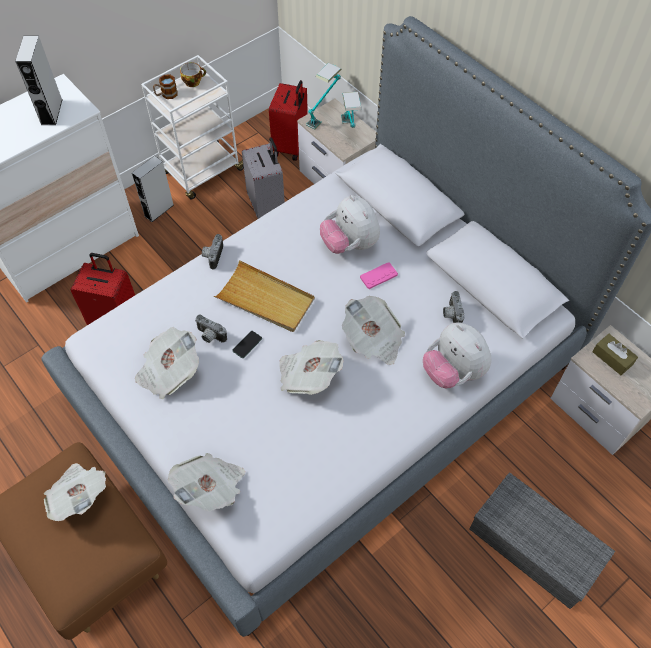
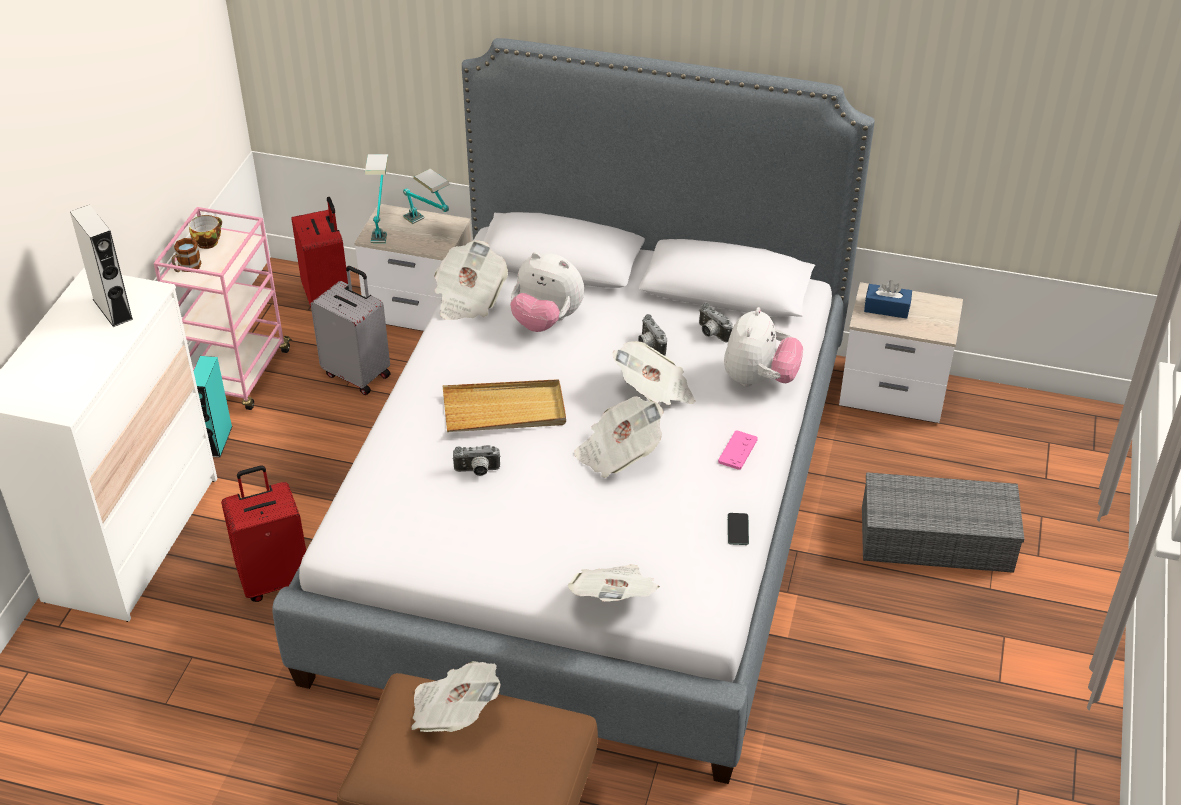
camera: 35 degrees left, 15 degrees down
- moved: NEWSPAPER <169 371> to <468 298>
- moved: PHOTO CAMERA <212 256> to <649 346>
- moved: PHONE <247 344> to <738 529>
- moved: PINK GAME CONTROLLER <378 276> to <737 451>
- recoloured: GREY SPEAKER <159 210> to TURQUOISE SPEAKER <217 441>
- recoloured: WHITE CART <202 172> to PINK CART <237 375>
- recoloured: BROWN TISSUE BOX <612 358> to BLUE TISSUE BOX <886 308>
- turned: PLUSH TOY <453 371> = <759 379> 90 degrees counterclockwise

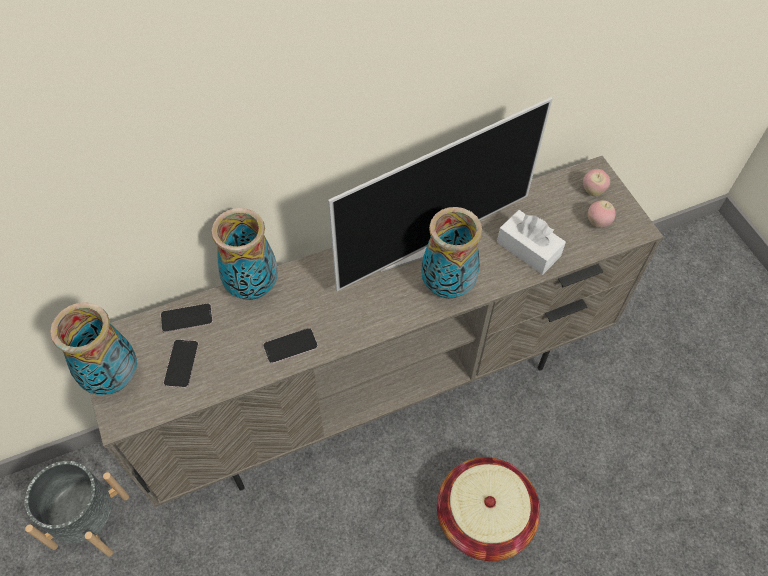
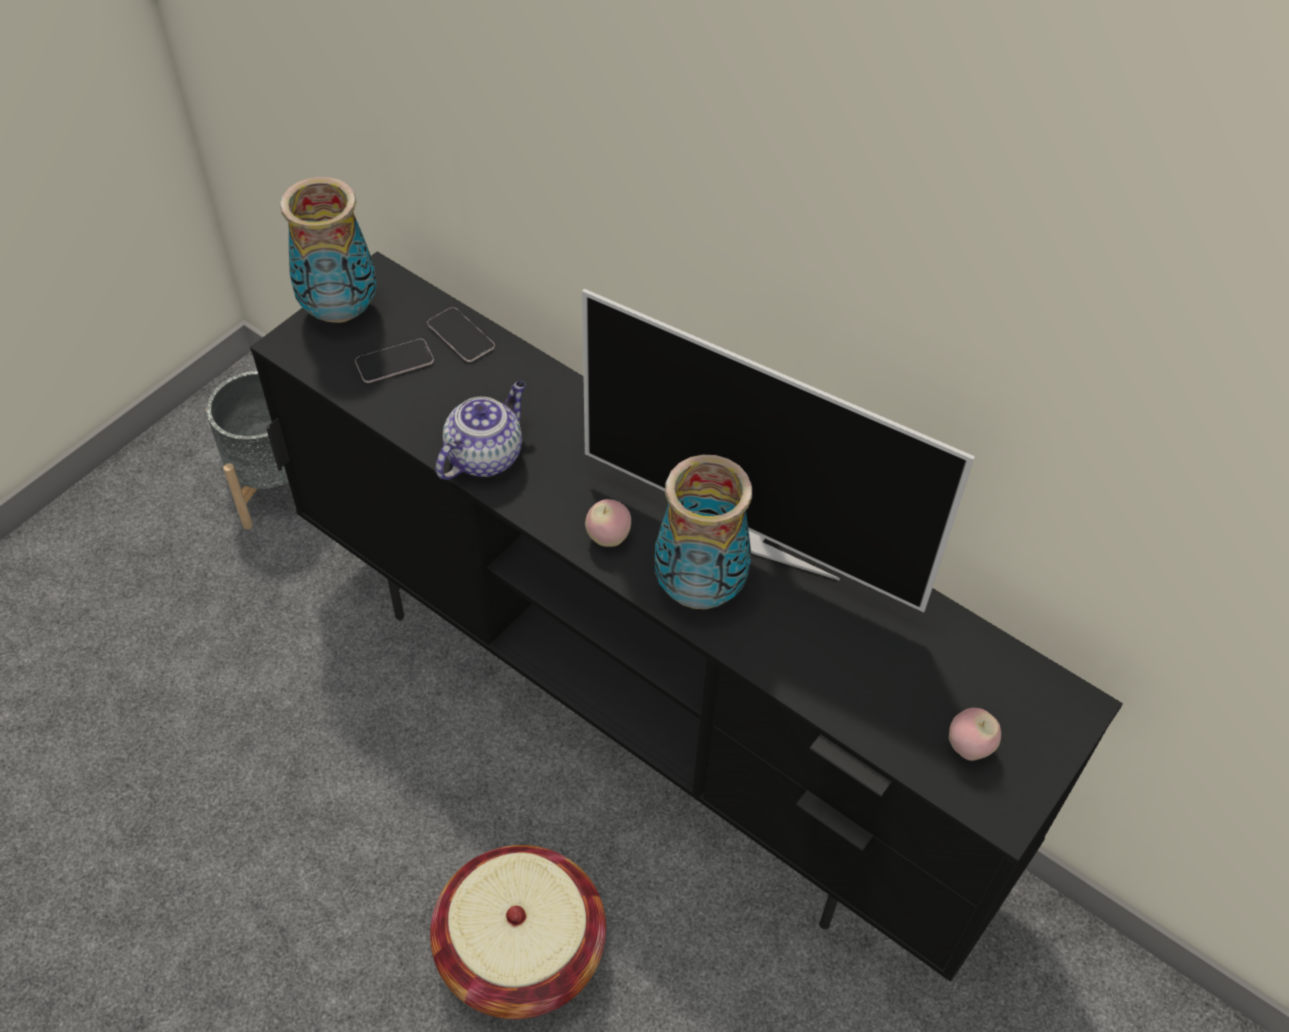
camera: 60 degrees right, 5 degrees down
- removed: VASE <253 286>
- removed: WHITE TISSUE BOX <528 249>
- moved: APPLE <592 191> to <608 537>
- replaced: PHONE <290 346> to TEAPOT <485 455>
- recoloured: BEIGE TV STAND <383 389> to BLACK TV STAND <644 715>

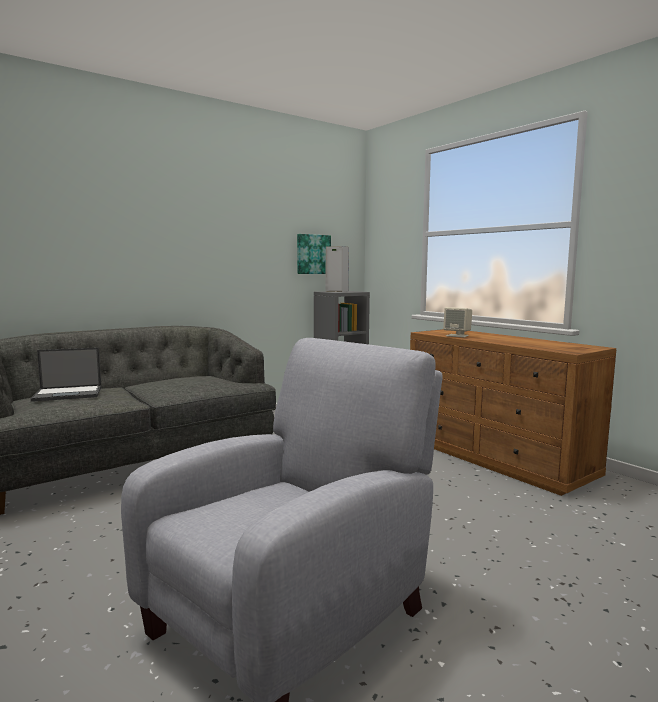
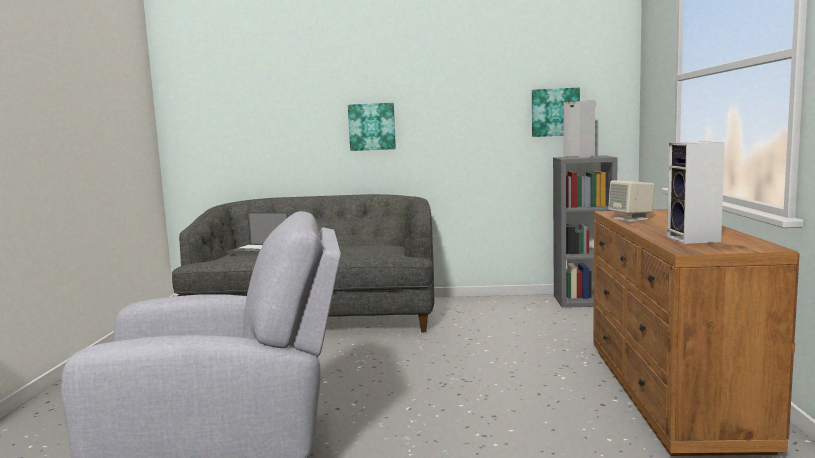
camera: 40 degrees right, 0 degrees up
- added: PICTURE <372 126>
- added: SPEAKER <695 240>

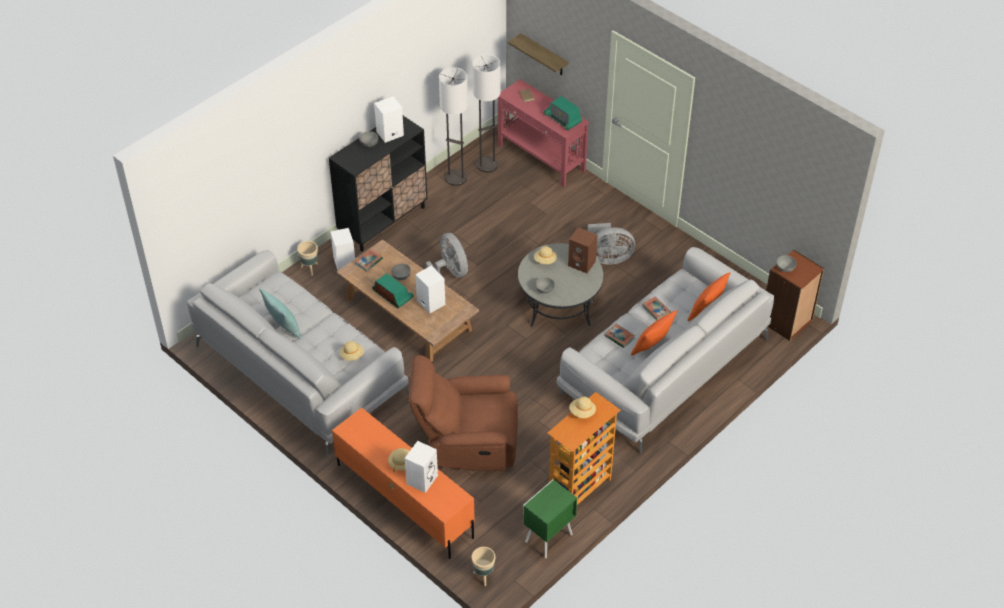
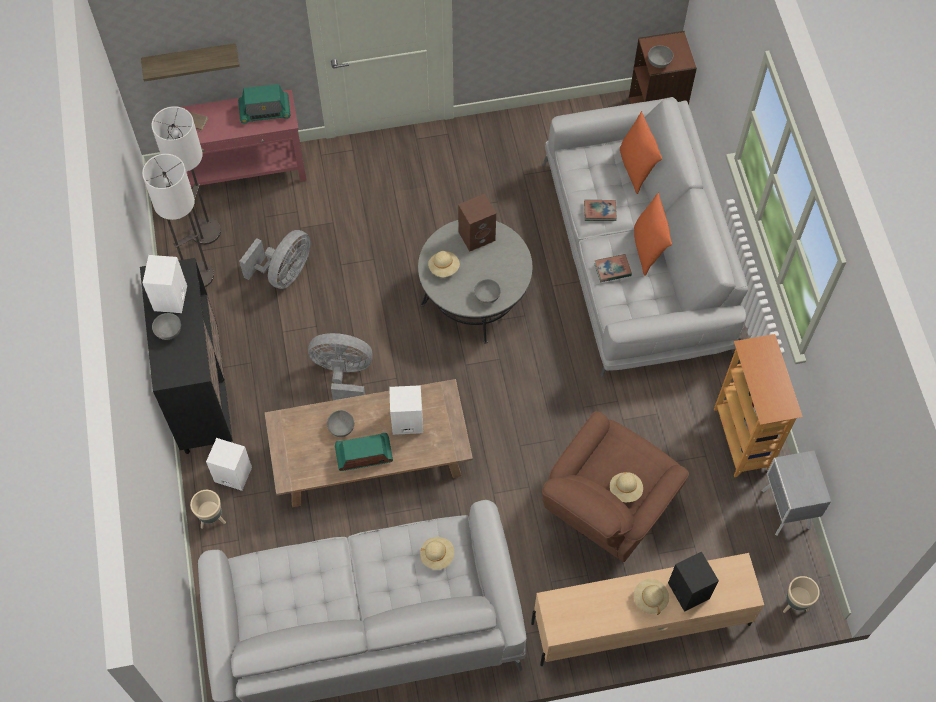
camera: 55 degrees left, 15 degrees up
- removed: TURQUOISE PILLOW <283 327>
- removed: BOOK <368 261>
- moved: BEIGE HAT <582 412> to <625 490>
- moved: GREY FAN <608 257> to <284 273>
- recoloured: ORANGE TV STAND <404 500> to BEIGE TV STAND <639 623>
- recoloured: WHITE SPEAKER <422 479> to BLACK SPEAKER <687 590>
- recoloured: GREEN NIGHTSTAND <547 538> to GREY NIGHTSTAND <785 511>

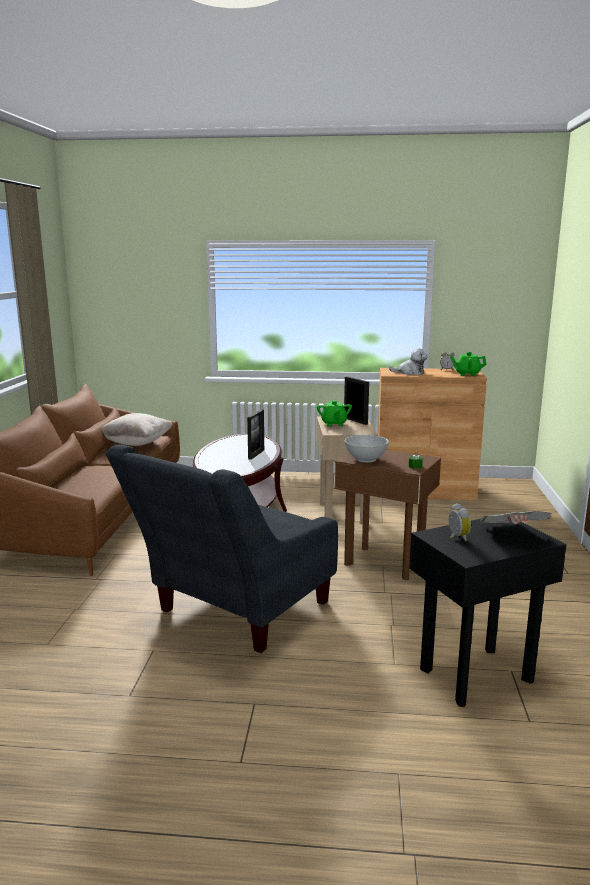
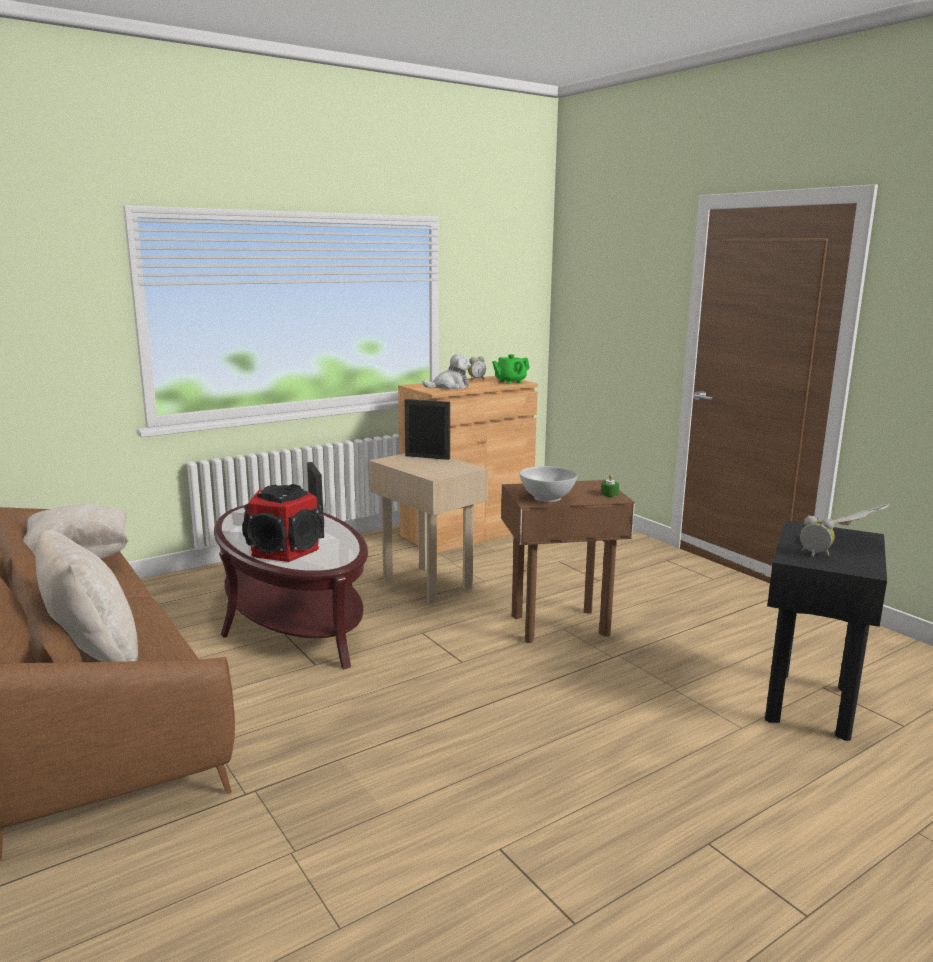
camera: 40 degrees left, 0 degrees up
- removed: GREY ARMCHAIR <232 614>
- removed: GREEN TEAPOT <333 424>
- added: BEIGE PILLOW <92 652>
- added: SPEAKER <284 550>

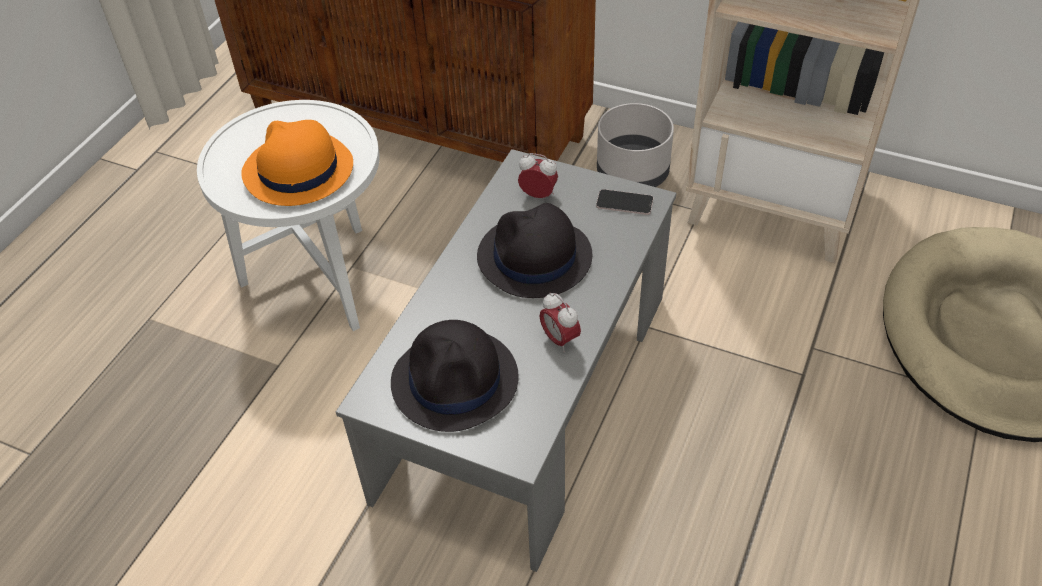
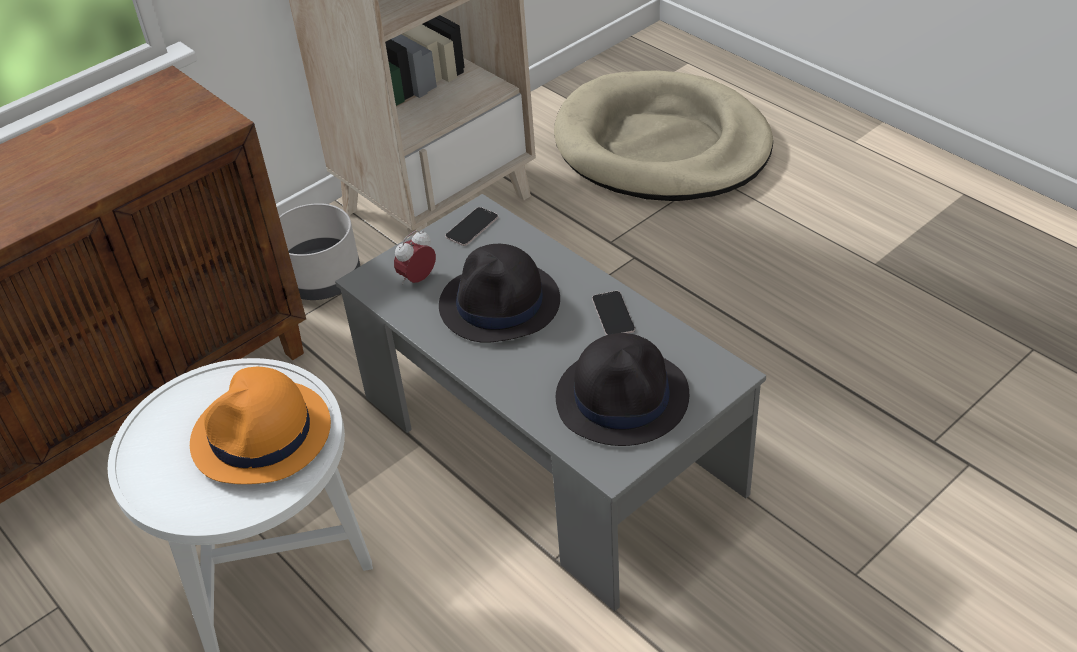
camera: 65 degrees left, 5 degrees down
- replaced: ALARM CLOCK <559 339> to PHONE <613 314>

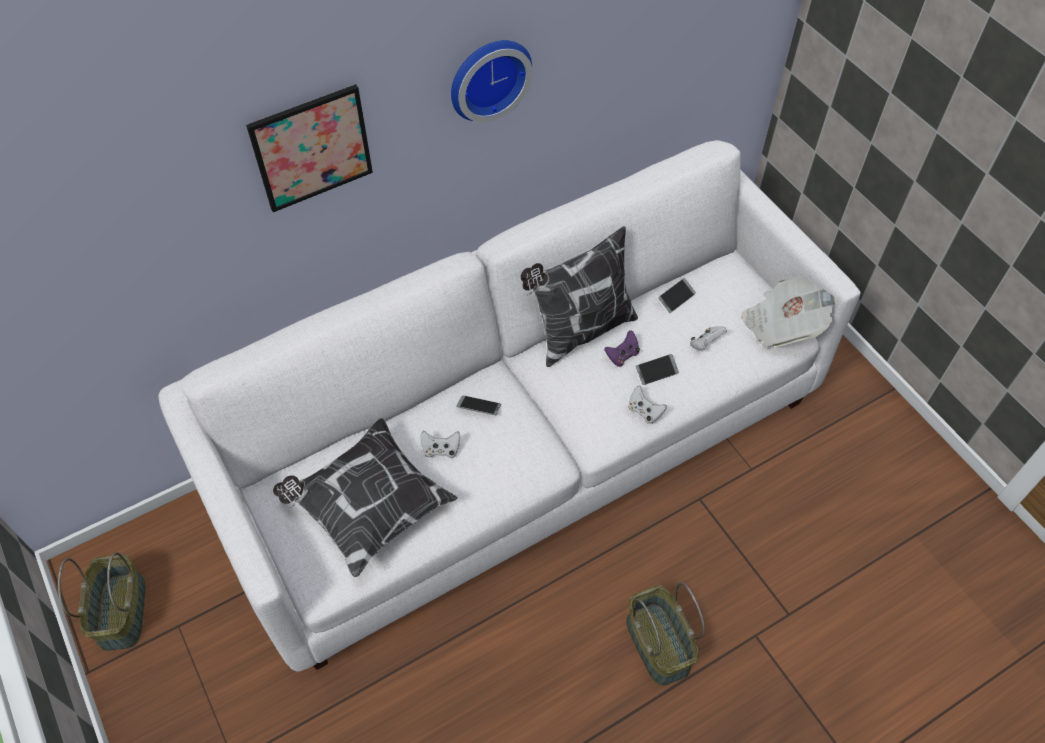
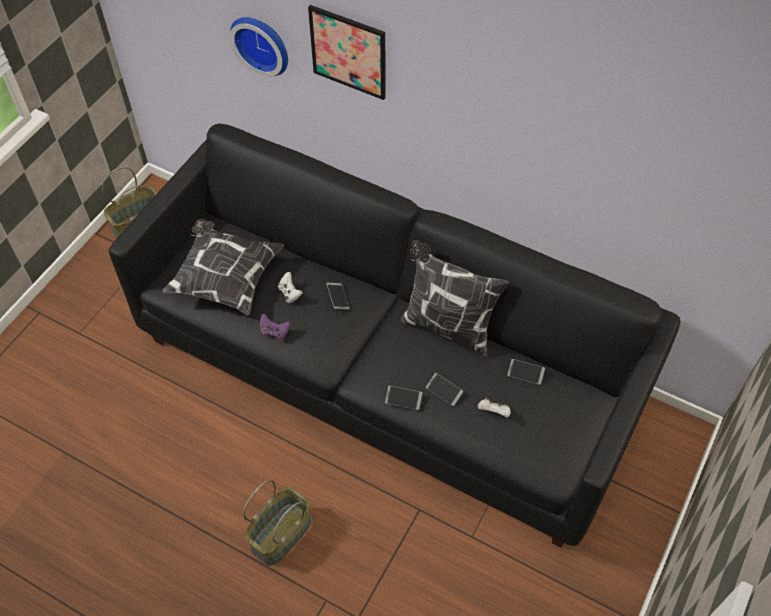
camera: 60 degrees right, 0 degrees up
- removed: NEWSPAPER <783 324>
- moved: WALL CLOCK <487 76> to <262 43>
- moved: PURPLE GAME CONTROLLER <622 355> to <274 332>
- replaced: WHITE GAME CONTROLLER <644 411> to PHONE <403 399>
- recoloured: WHITE SOFA <522 446> to BLACK SOFA <386 370>

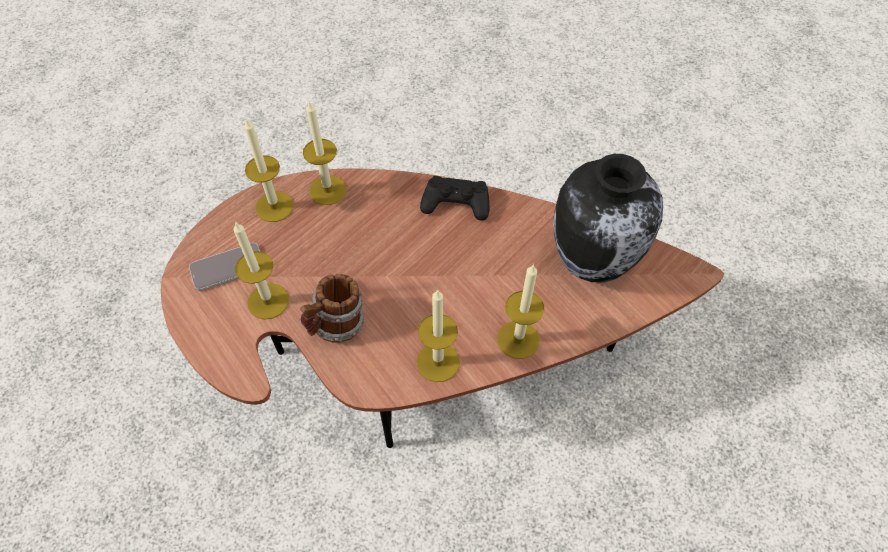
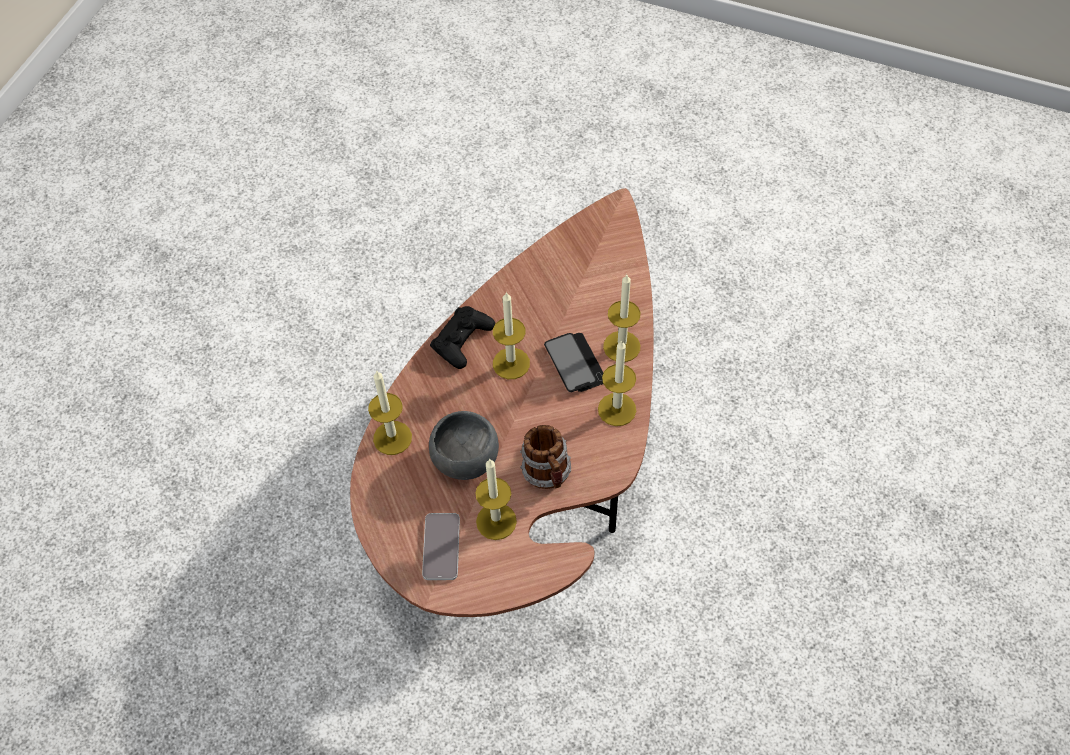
camera: 65 degrees left, 0 degrees up
- removed: VASE <592 263>
- added: GREY BOWL <464 457>
- added: PHONE <575 363>
- moved: CANDLE <274 206> to <511 363>

